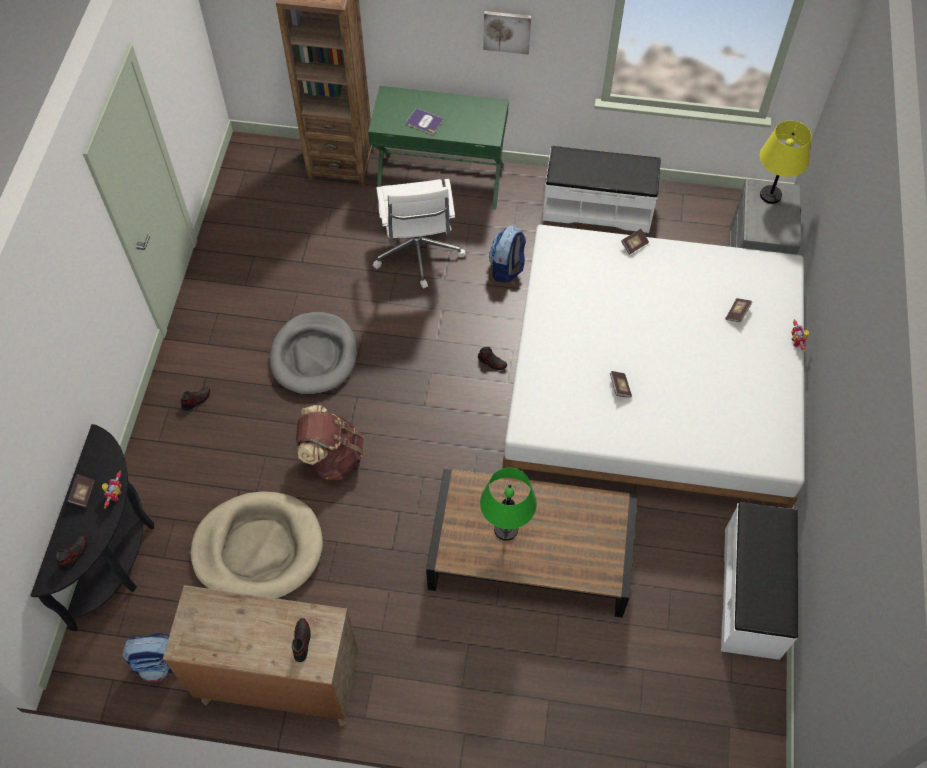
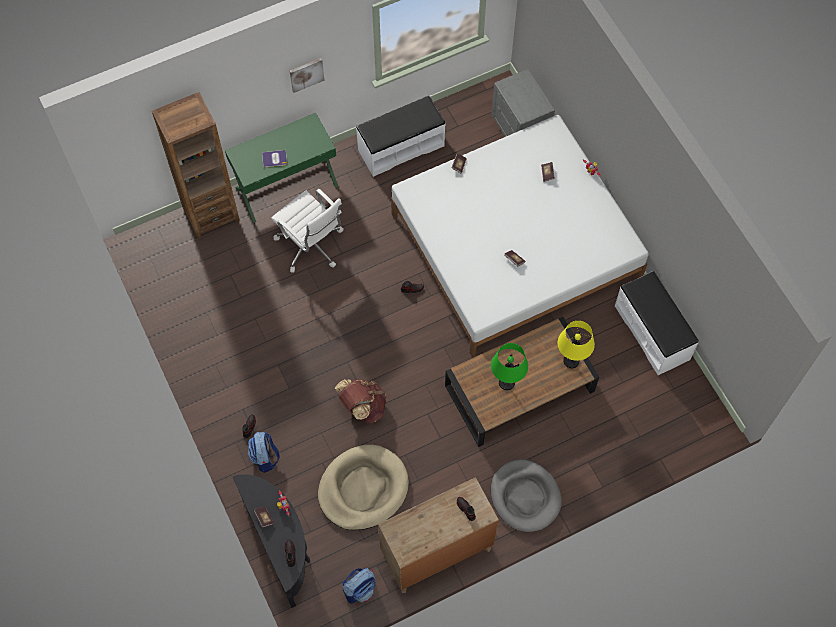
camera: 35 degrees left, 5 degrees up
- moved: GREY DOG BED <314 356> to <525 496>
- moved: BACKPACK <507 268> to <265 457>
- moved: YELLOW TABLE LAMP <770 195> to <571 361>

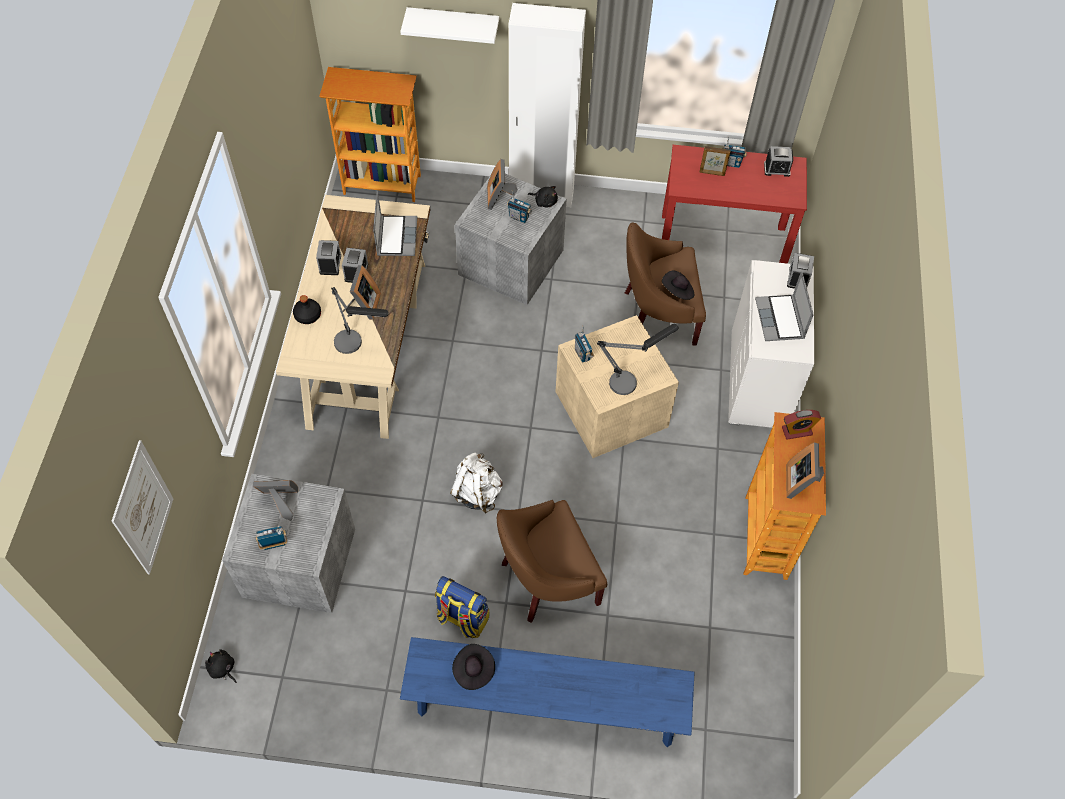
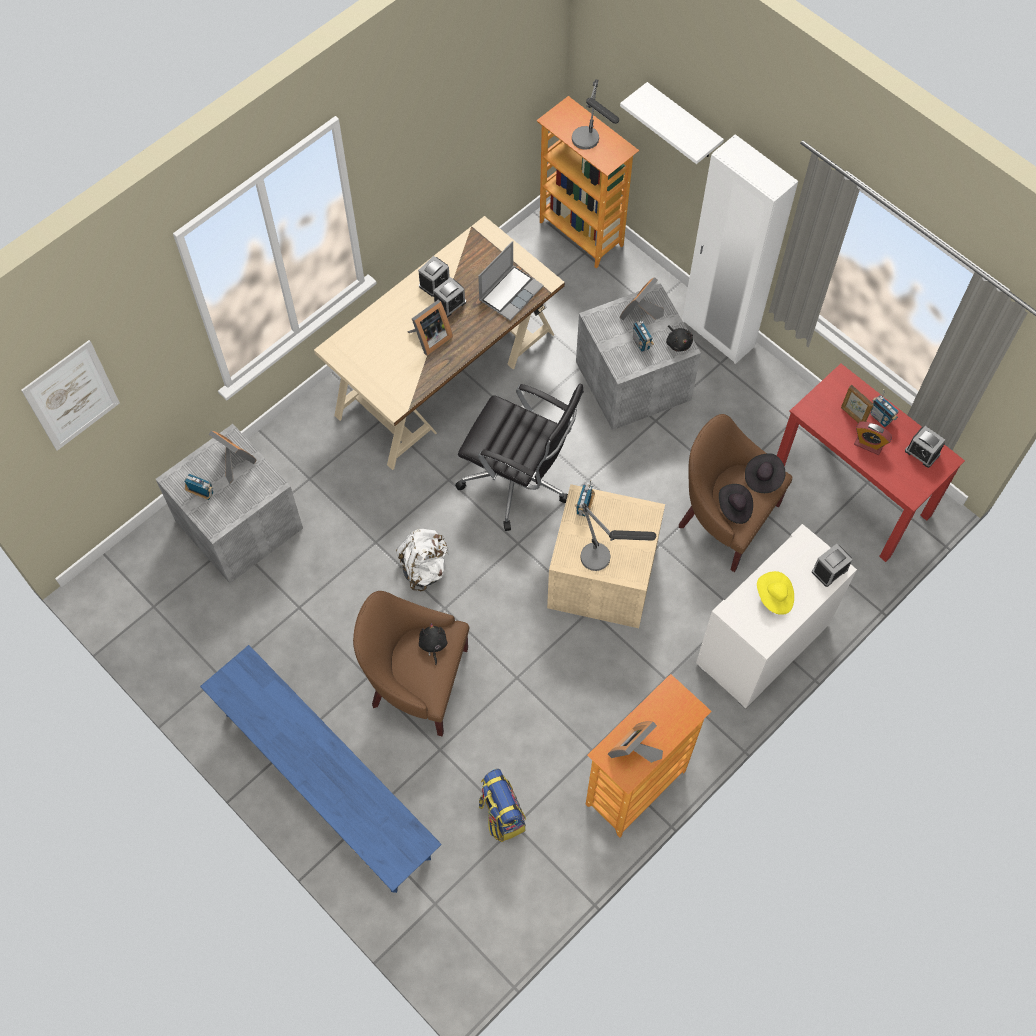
camera: 40 degrees right, 5 degrees up
- removed: BLACK BOTTLE <307 315>
- added: BLACK OFFICE CHAIR <519 481>
- moved: BLACK PLUSH TOY <222 669> to <433 645>
- moved: TABLE LAMP <356 344> to <590 144>
- moved: BACKPACK <462 618> to <501 814>
- moved: BLACK HAT <473 670> to <763 478>
- moved: ALARM CLOCK <797 431> to <868 444>
- replaced: LAPTOP <780 319> to YELLOW HAT <774 597>

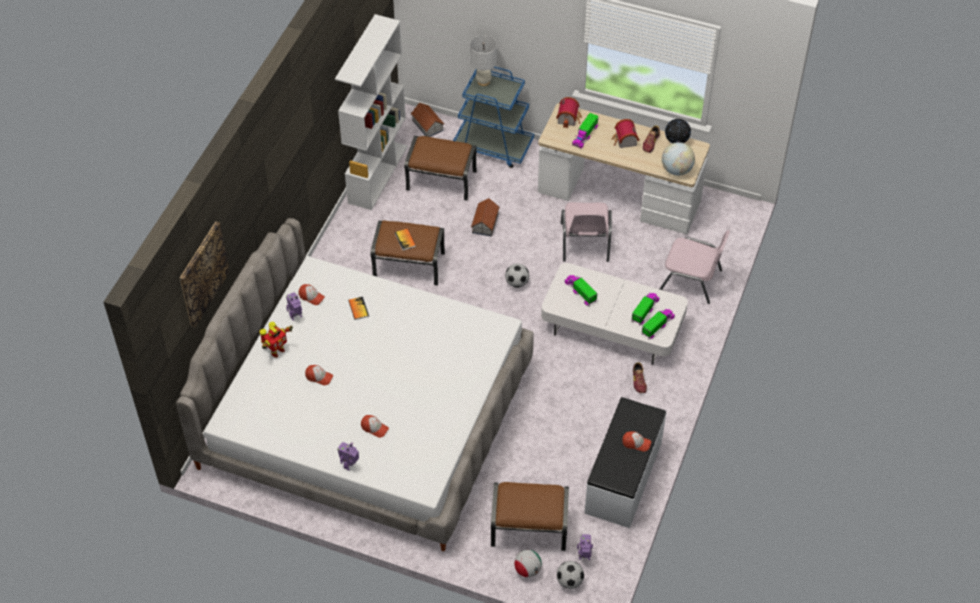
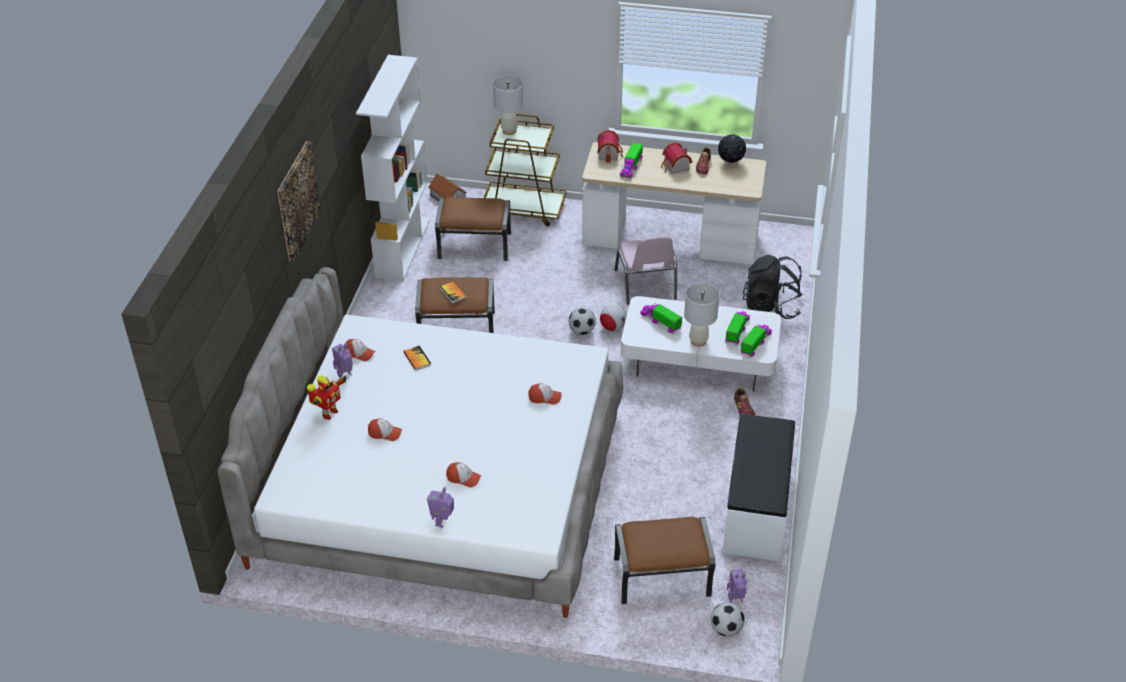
camera: 10 degrees left, 10 degrees down
- removed: TOY HOUSE <485 223>
- removed: GLOBE <676 170>
- added: WHITE TABLE LAMP <698 341>
- moved: PICTURE <203 274> to <297 201>
- moved: FOOTBALL <527 570> to <613 327>
- moved: CAP <636 443> to <545 398>
- replaced: PINK CHAIR <692 280> to BLACK BACKPACK <771 306>
- recoloured: BLUE CART <493 146> to BROWN CART <524 209>

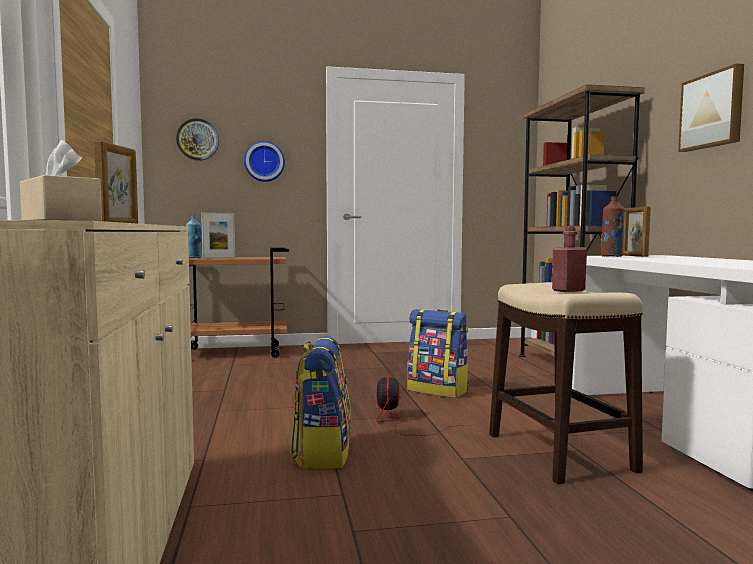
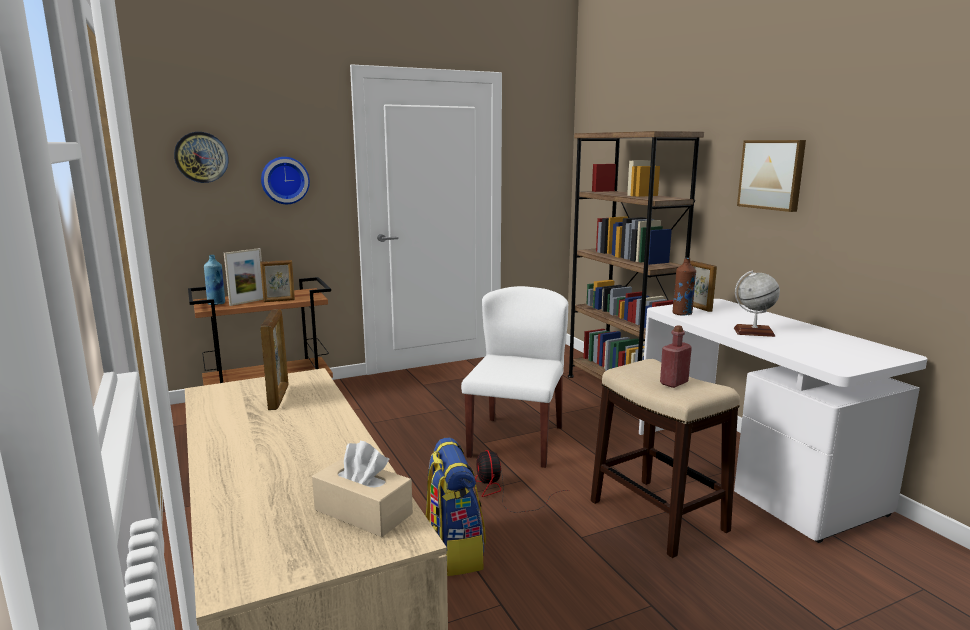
camera: 15 degrees left, 10 degrees up
- added: PICTURE FRAME <279 300>
- added: GLOBE <753 332>
- replaced: BACKPACK <438 390> to WHITE CHAIR <516 441>

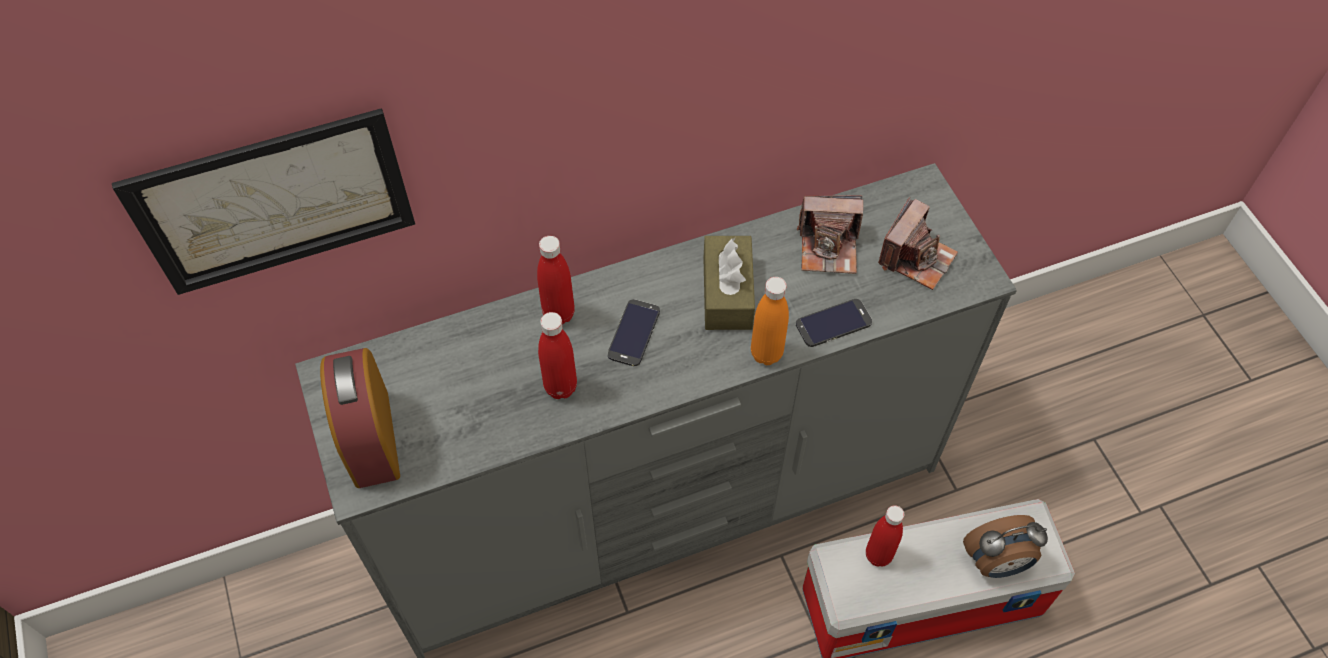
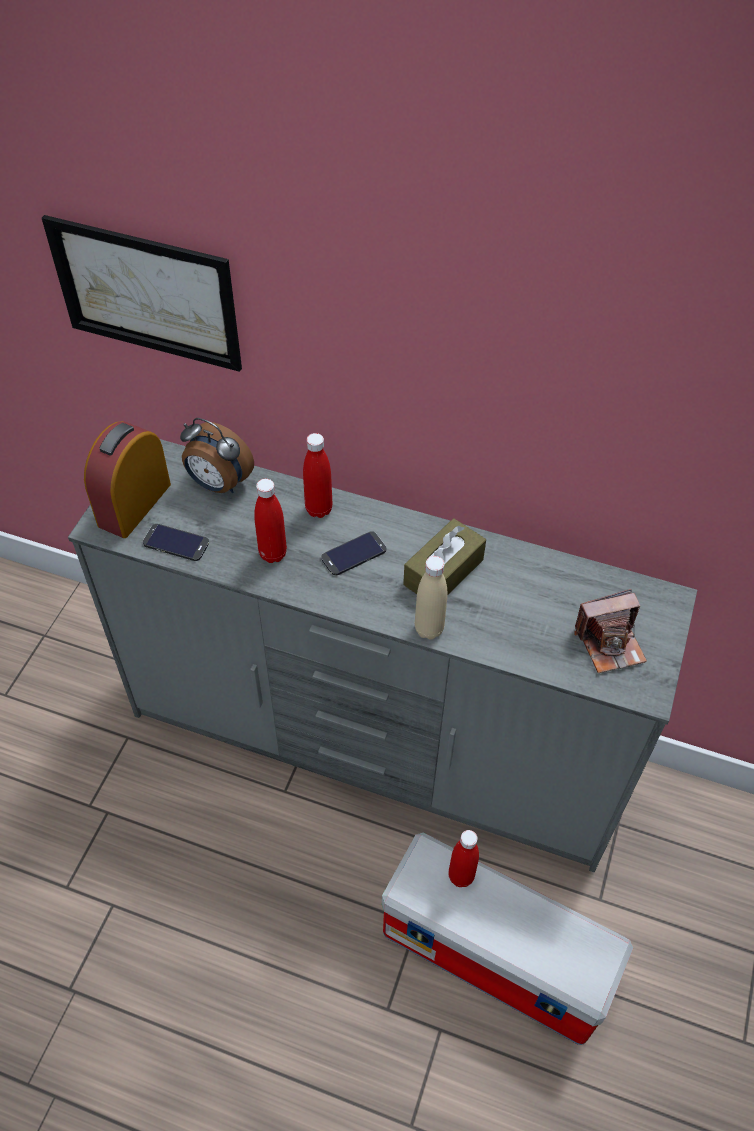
camera: 40 degrees right, 5 degrees down
- removed: PHOTO CAMERA <828 247>
- moved: PHONE <833 323> to <176 543>
- moved: ALARM CLOCK <996 562> to <218 484>
- recoloured: ORANGE BOTTLE <766 353> to BEIGE BOTTLE <429 629>

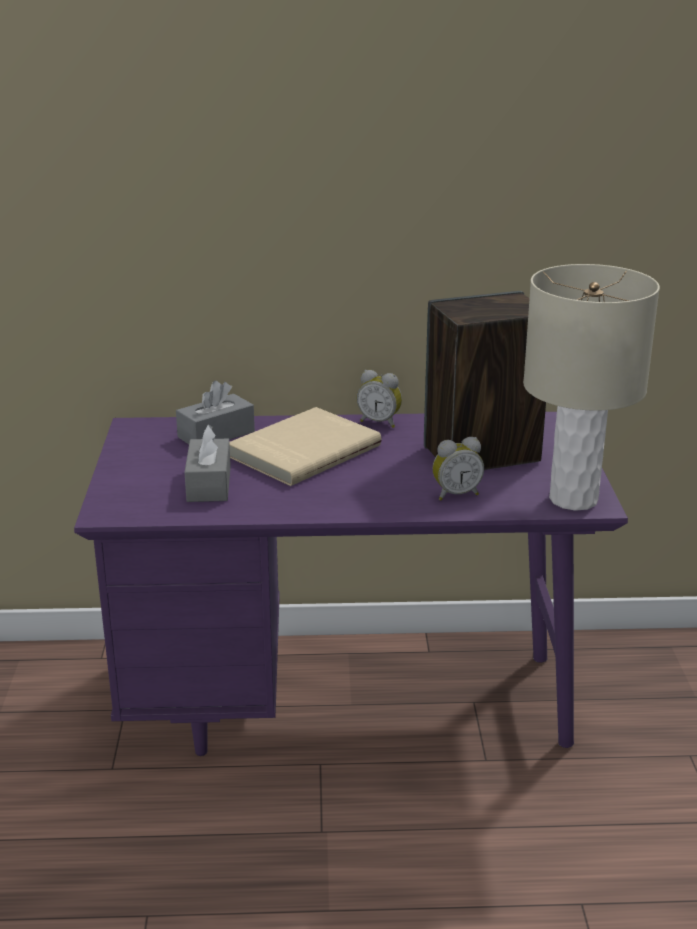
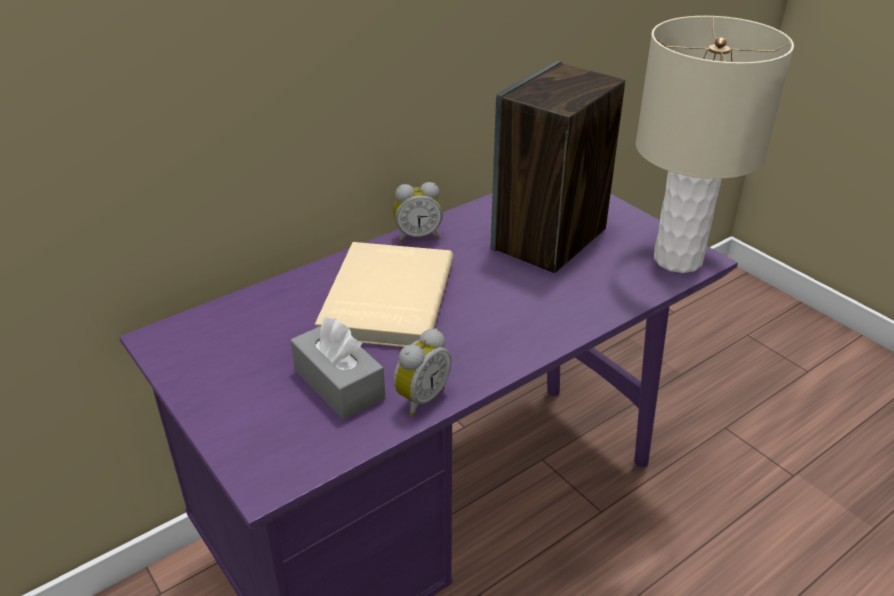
camera: 35 degrees left, 10 degrees up
- removed: GREY TISSUE BOX <216 434>
- moved: ALARM CLOCK <455 494> to <420 398>

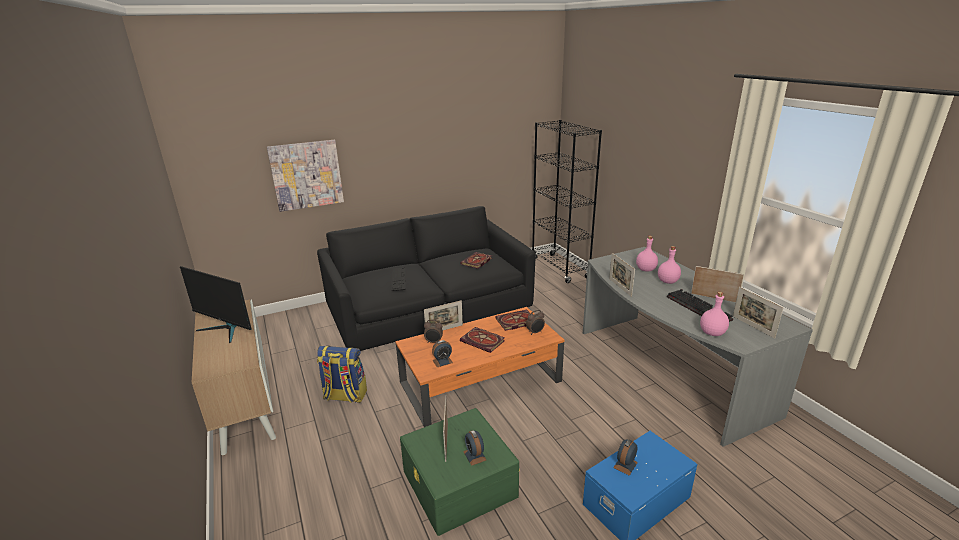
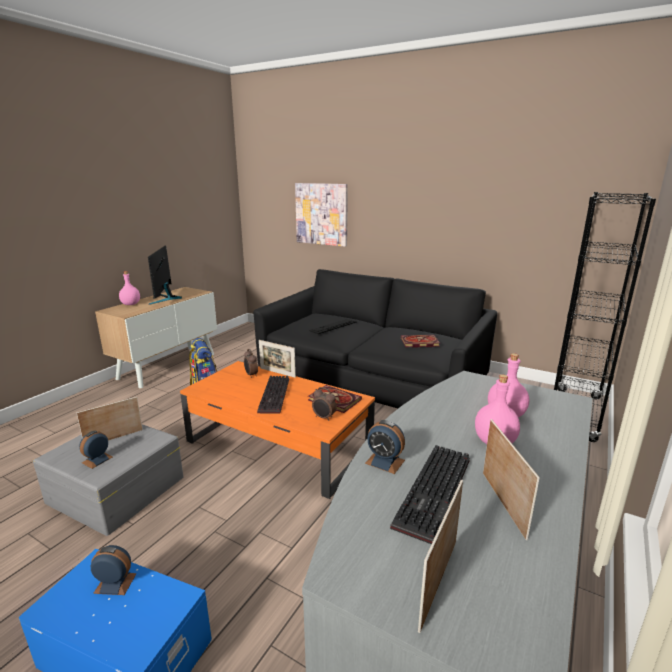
camera: 55 degrees right, 5 degrees down
- removed: PICTURE FRAME <620 287>
- moved: ALARM CLOCK <442 361> to <385 461>
- moved: PINK BOTTLE <711 333> to <131 304>
- replaced: BOOK <483 341> to KEYBOARD <275 396>
- recoloured: GREEN STORAGE BOX <459 484> to GREY STORAGE BOX <115 490>

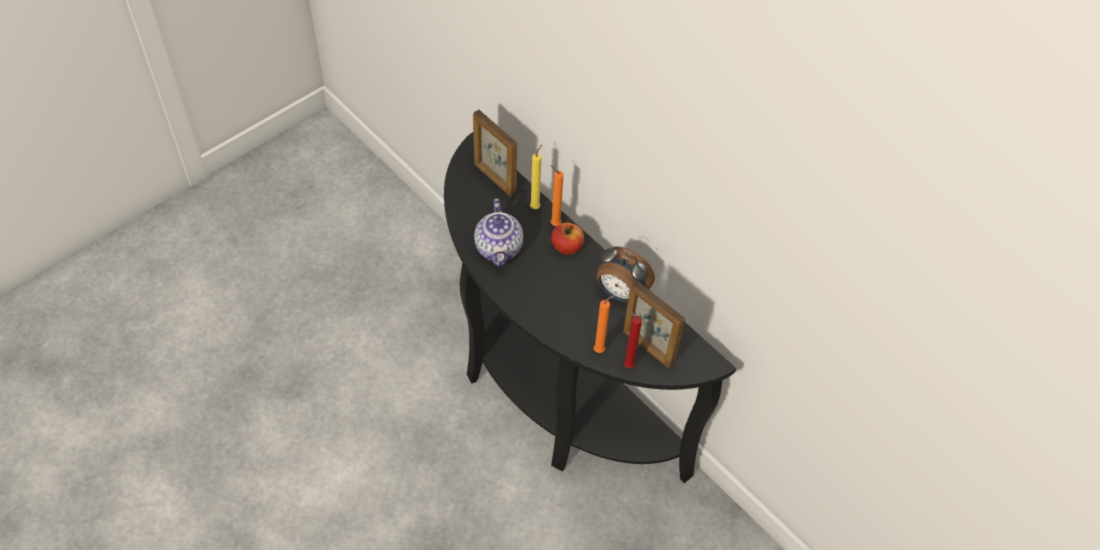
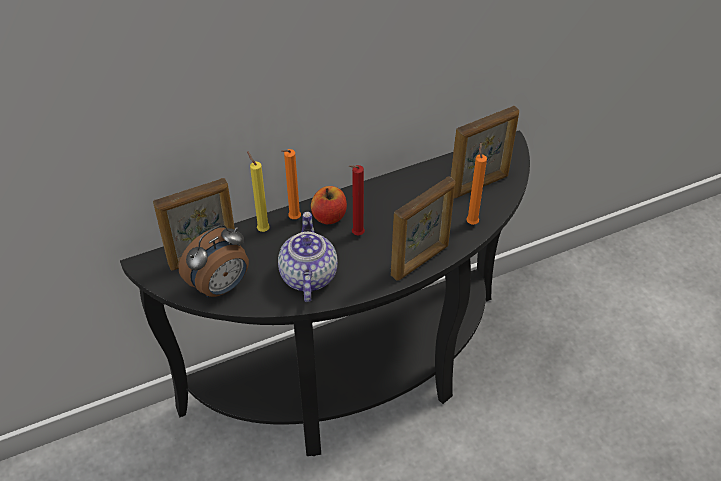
camera: 70 degrees left, 5 degrees down
- added: PICTURE FRAME <420 260>
- moved: ALARM CLOCK <620 293> to <221 286>
- moved: RED CANDLE <627 364> to <356 235>
- turned: TEAPOT <499 248> = <307 275> 105 degrees counterclockwise

